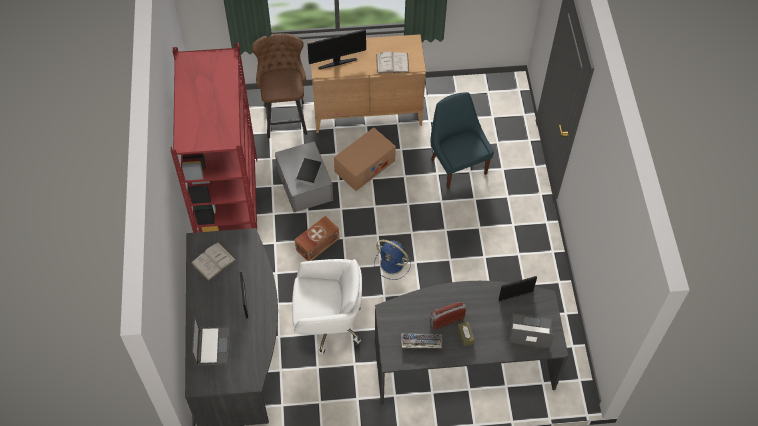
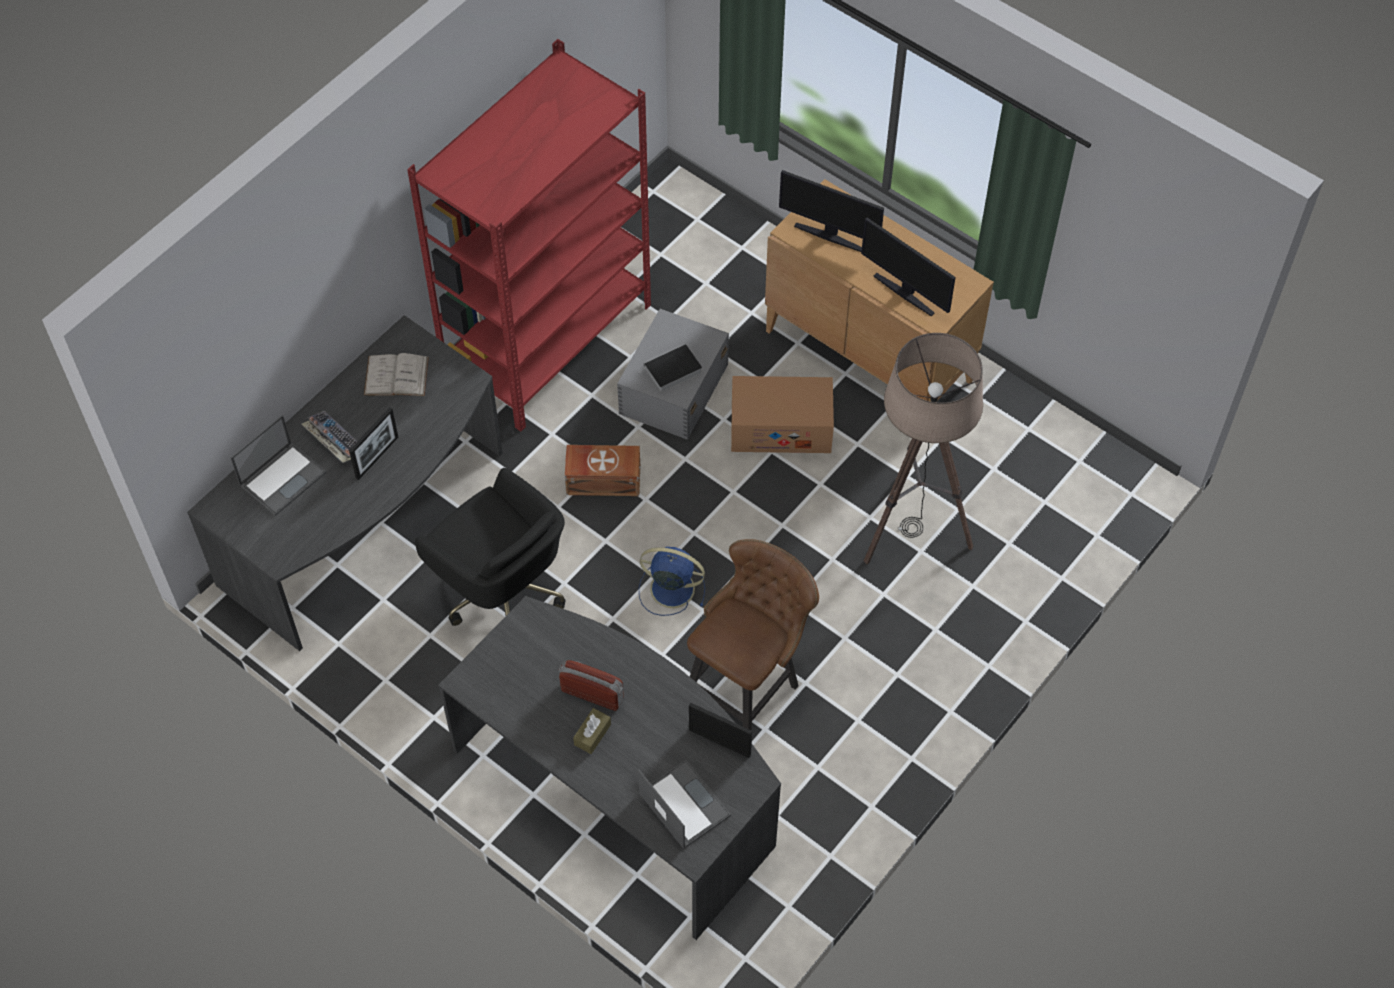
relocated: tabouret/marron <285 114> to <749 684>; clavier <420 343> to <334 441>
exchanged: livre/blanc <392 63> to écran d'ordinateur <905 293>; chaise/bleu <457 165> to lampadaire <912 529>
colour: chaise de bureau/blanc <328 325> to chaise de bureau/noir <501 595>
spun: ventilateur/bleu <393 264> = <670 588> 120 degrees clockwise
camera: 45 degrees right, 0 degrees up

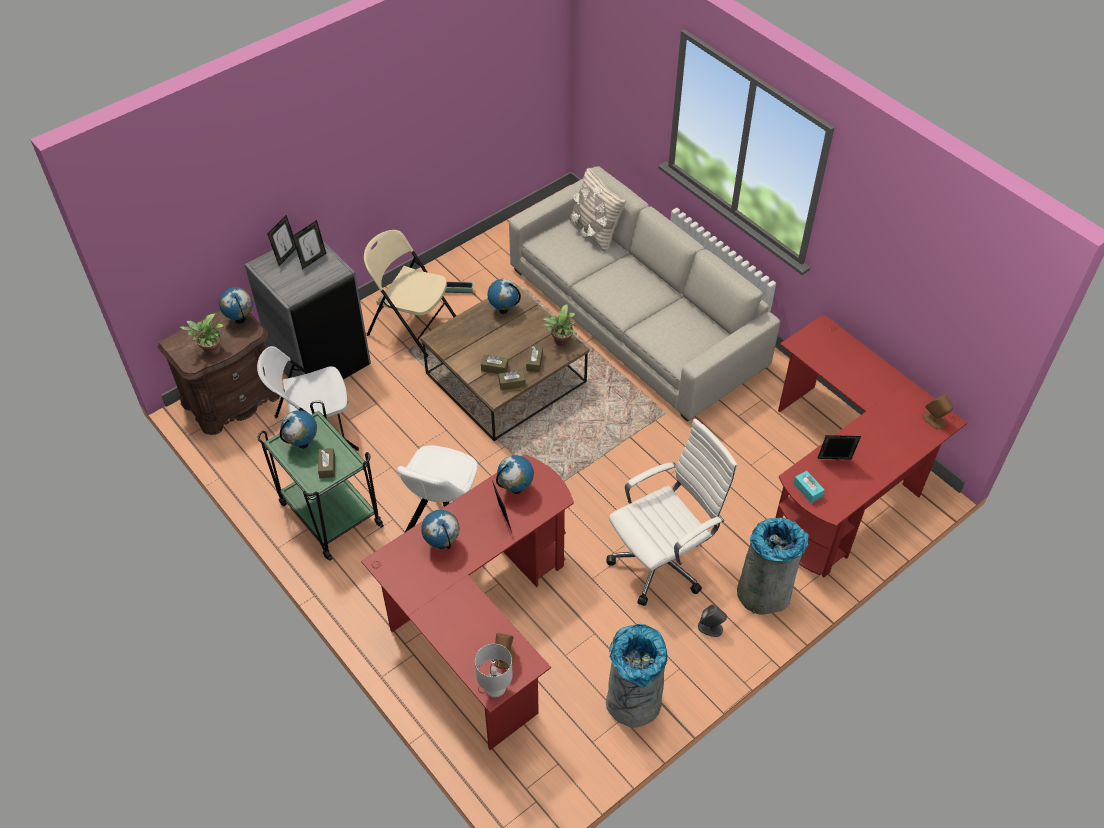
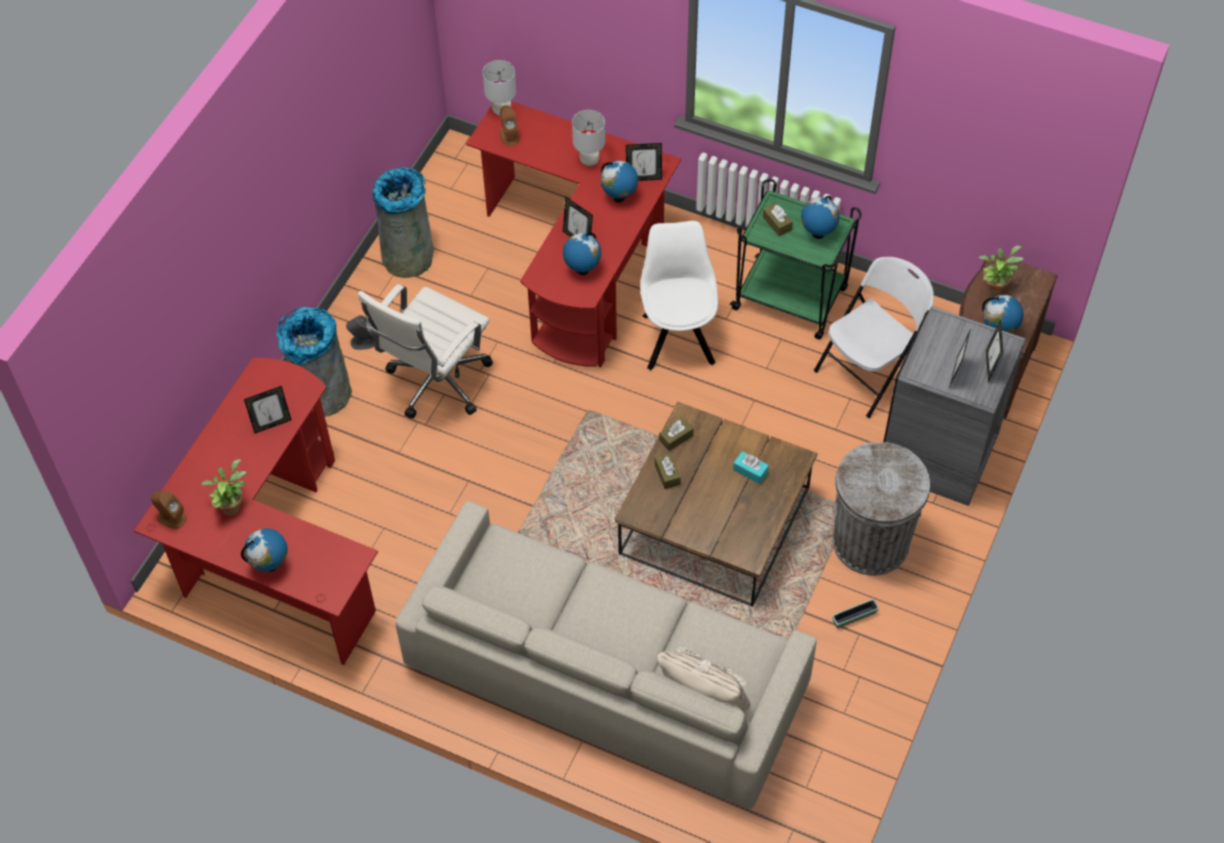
missing: boîte à mouchoirs/marron <494 368>
appeared: lampe de table/gris <589 160>; cadre photo <643 178>
relocated: globe <503 310> to <270 565>; plante en pot <561 342> to <231 505>; boîte à mouchoirs/turquoise <807 490> to <750 471>
exchanged: chaise/beige <412 326> to poubelle/gris <870 542>
camera: 155 degrees right, 5 degrees up

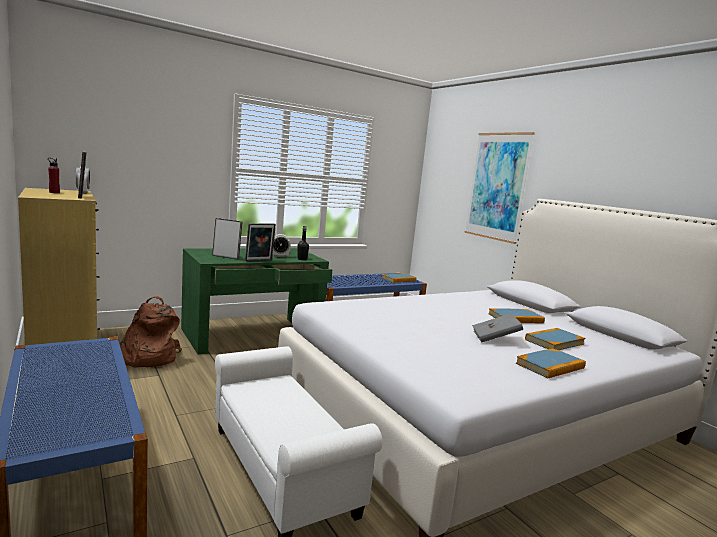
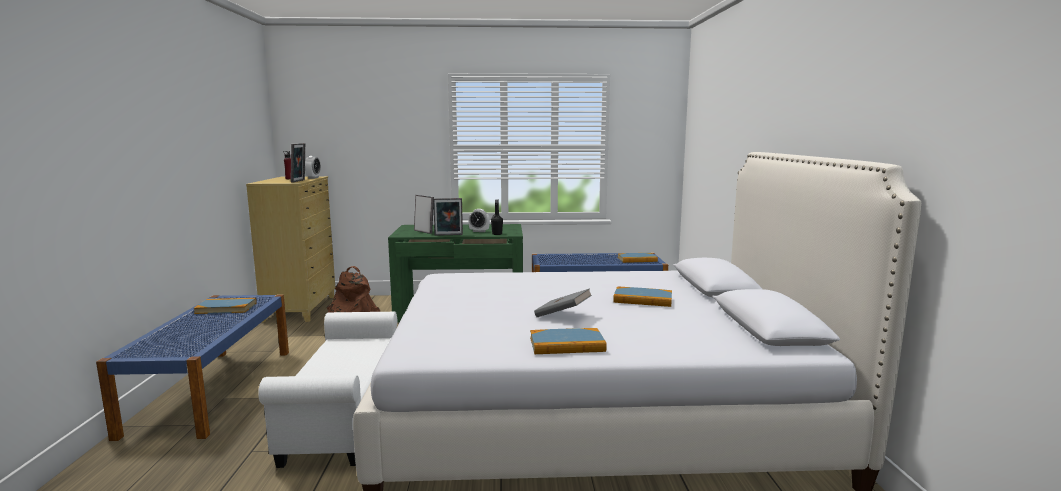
missing: tableau <497 186>
relocated: livre <554 342> to <226 308>
camera: 30 degrees right, 0 degrees up

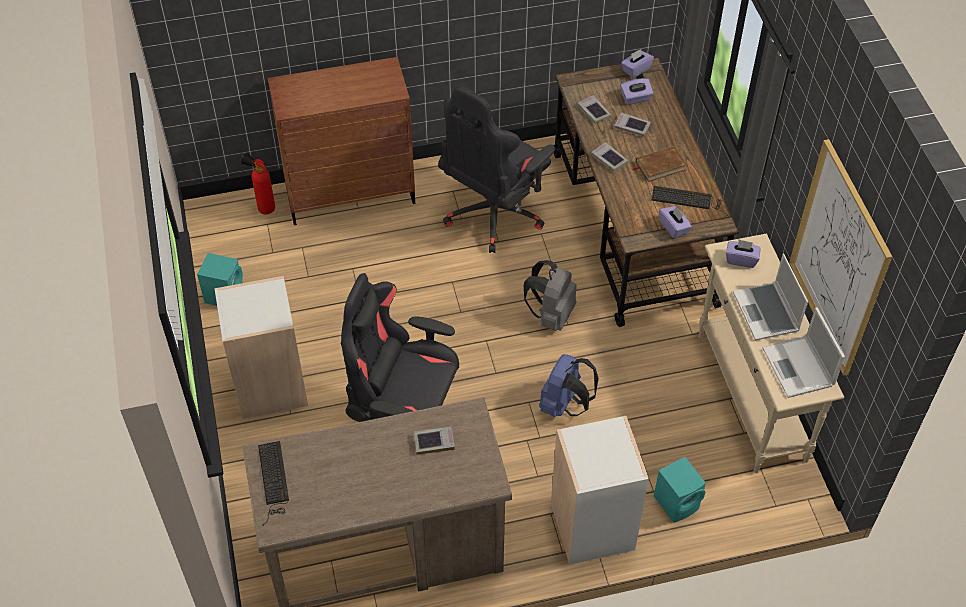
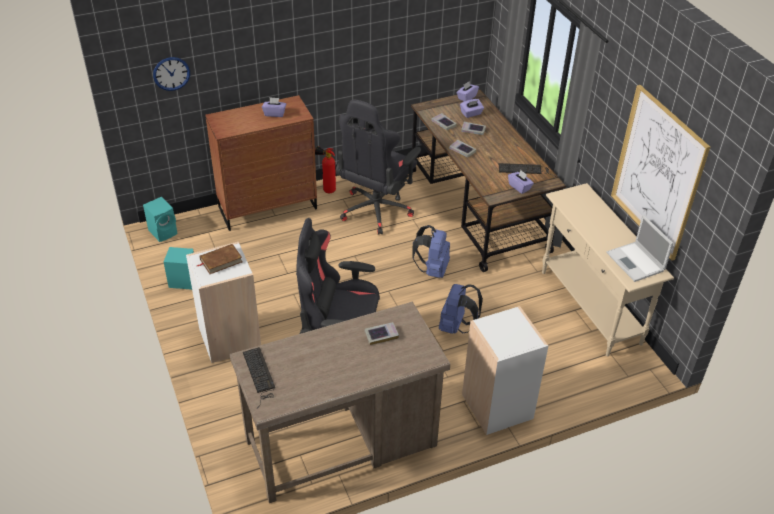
missing: ordinateur portable <767 313>
appeared: horloge murale <171 73>
relocated: extincteur <263 208> to <326 190>; livre/marron <660 166> to <221 261>; enceinte/turquoise <677 502> to <164 232>; boîte à mouchoirs/violet <741 259> to <274 113>
colour: sac à dos/gris <551 315> to sac à dos/bleu <432 269>
camera: 10 degrees left, 10 degrees down

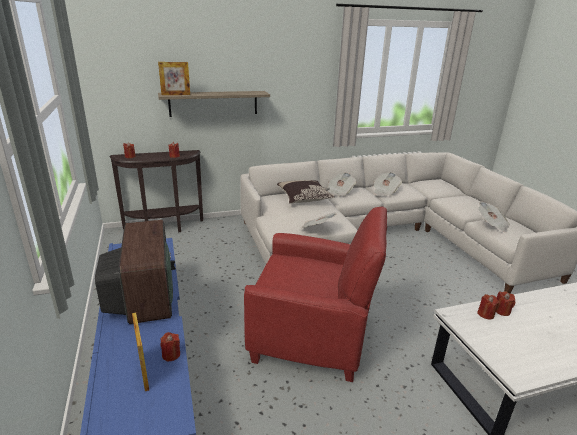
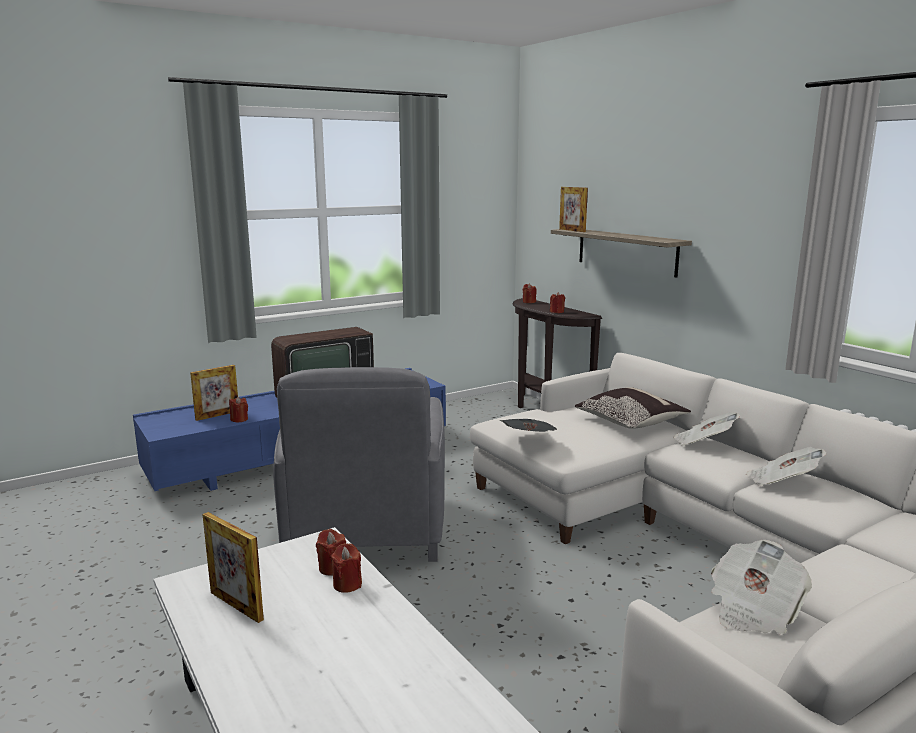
appeared: cadre photo <236 606>
colour: fauteuil/rouge <312 335> to fauteuil/gris <366 530>
camera: 75 degrees right, 10 degrees down

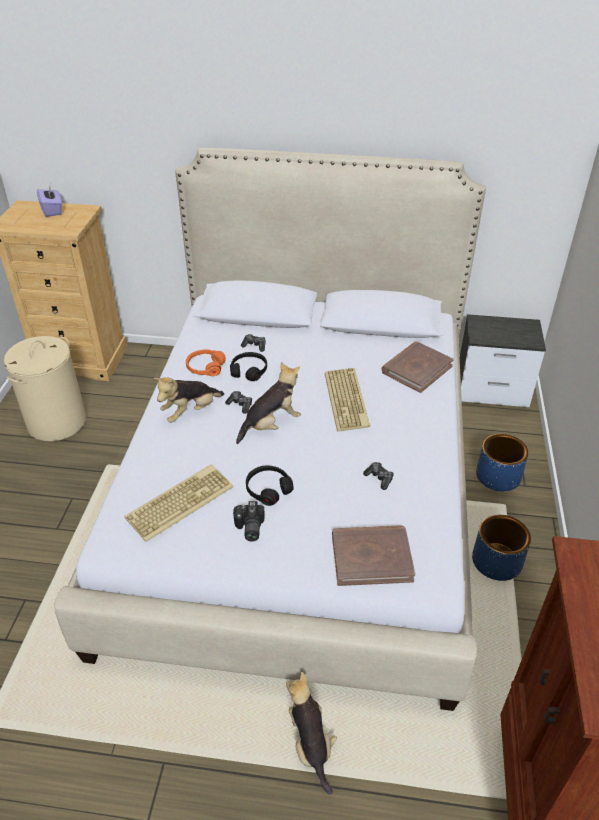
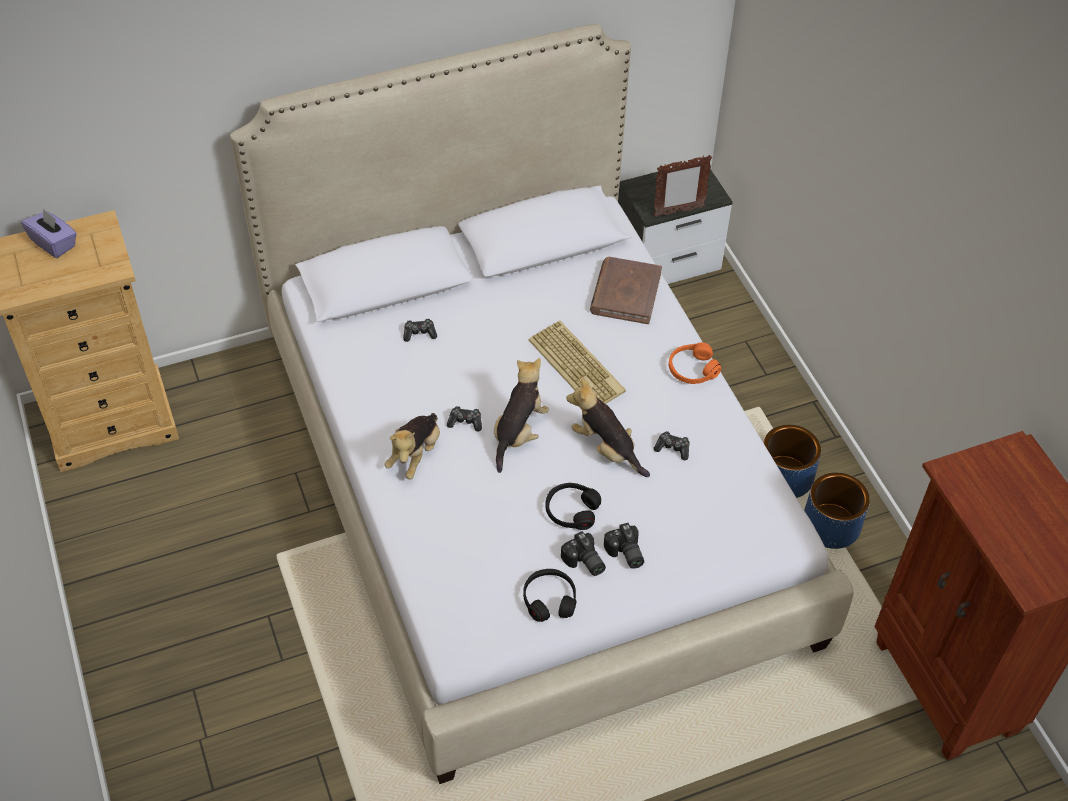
missing: panier à linge/beige <56 422>; clavier <180 501>; livre/marron <371 557>
appeared: appareil photo <624 554>; cadre photo <678 212>
relocated: casque audio/orange <205 367> to <692 369>; casque audio/noir <249 370> to <549 599>; peluche <310 744> to <606 448>; cache-pot/bleu <498 476> to <831 525>
camera: 30 degrees left, 10 degrees up

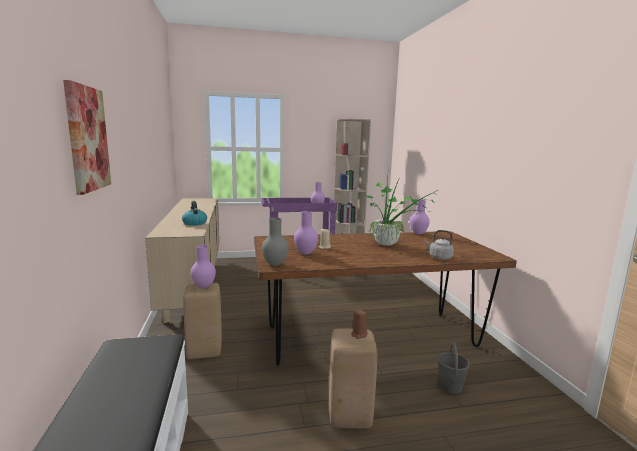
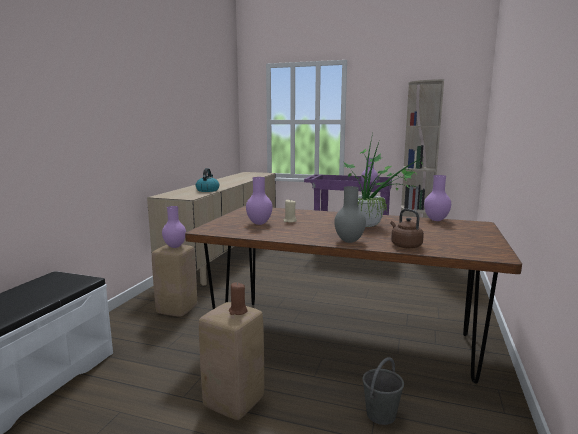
missing: tableau <87 139>
relocated: vase/gris <275 264> to <350 241>
colour: bouilloire/gris <439 257> to bouilloire/marron <405 245>
camera: 30 degrees right, 0 degrees up

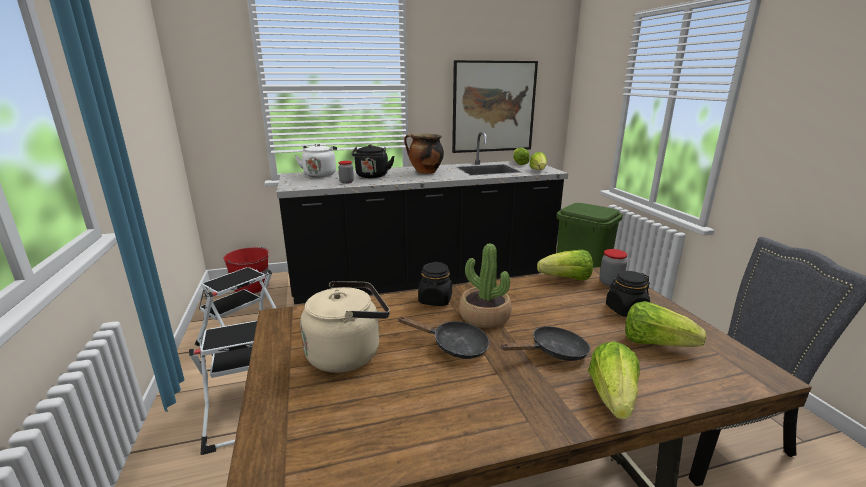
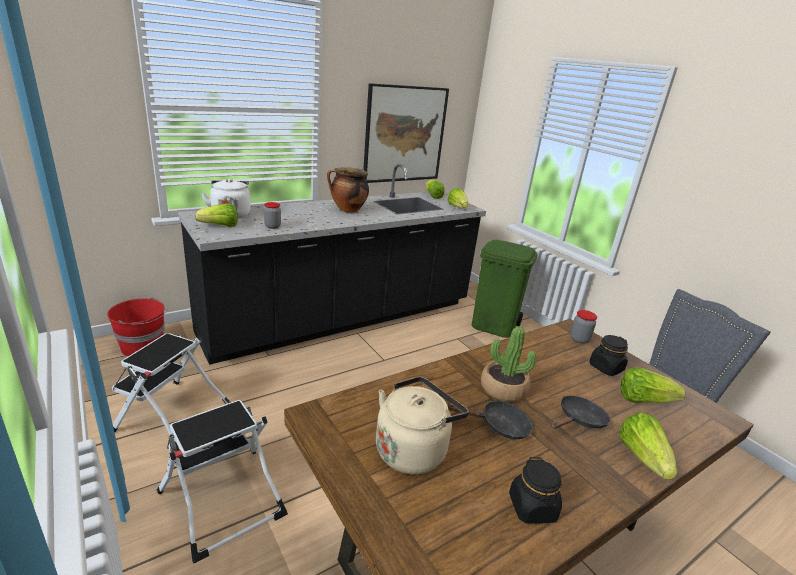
missing: bouilloire/noir <372 176>
relocated: bocal/noir <435 300> to <532 508>; laitue <566 279> to <220 226>
camera: 20 degrees left, 5 degrees up

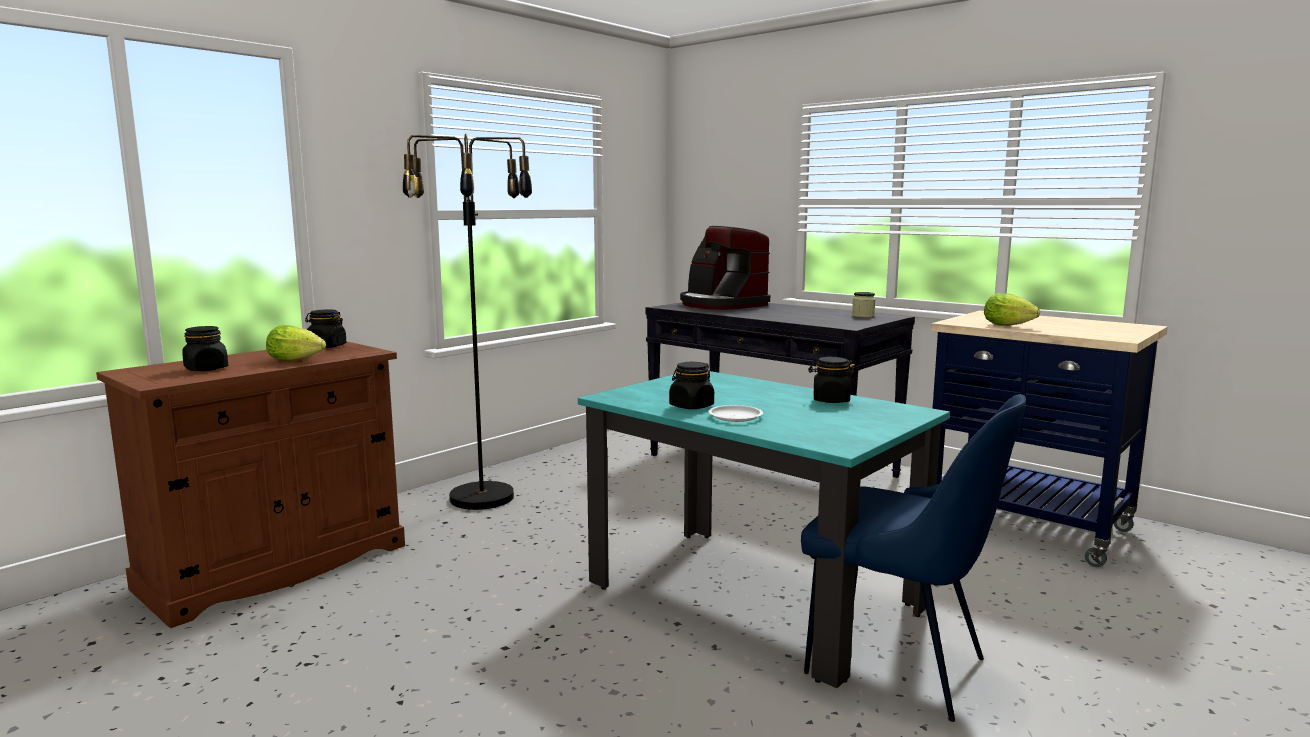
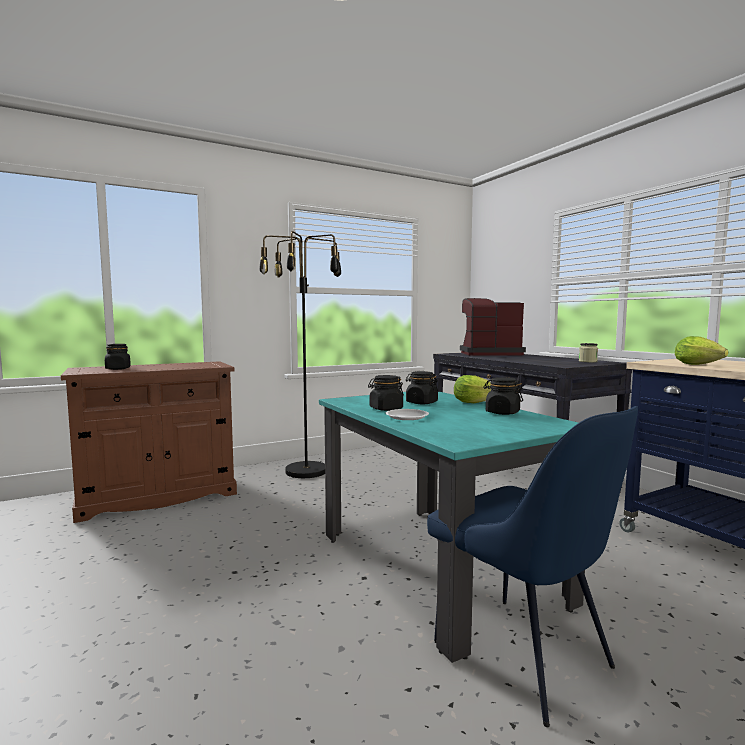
relocated: laitue <298 361> to <476 403>; bocal/noir <326 346> to <421 403>
spun: machine à café <721 305> = <489 354> 105 degrees clockwise
camera: 20 degrees right, 5 degrees down

